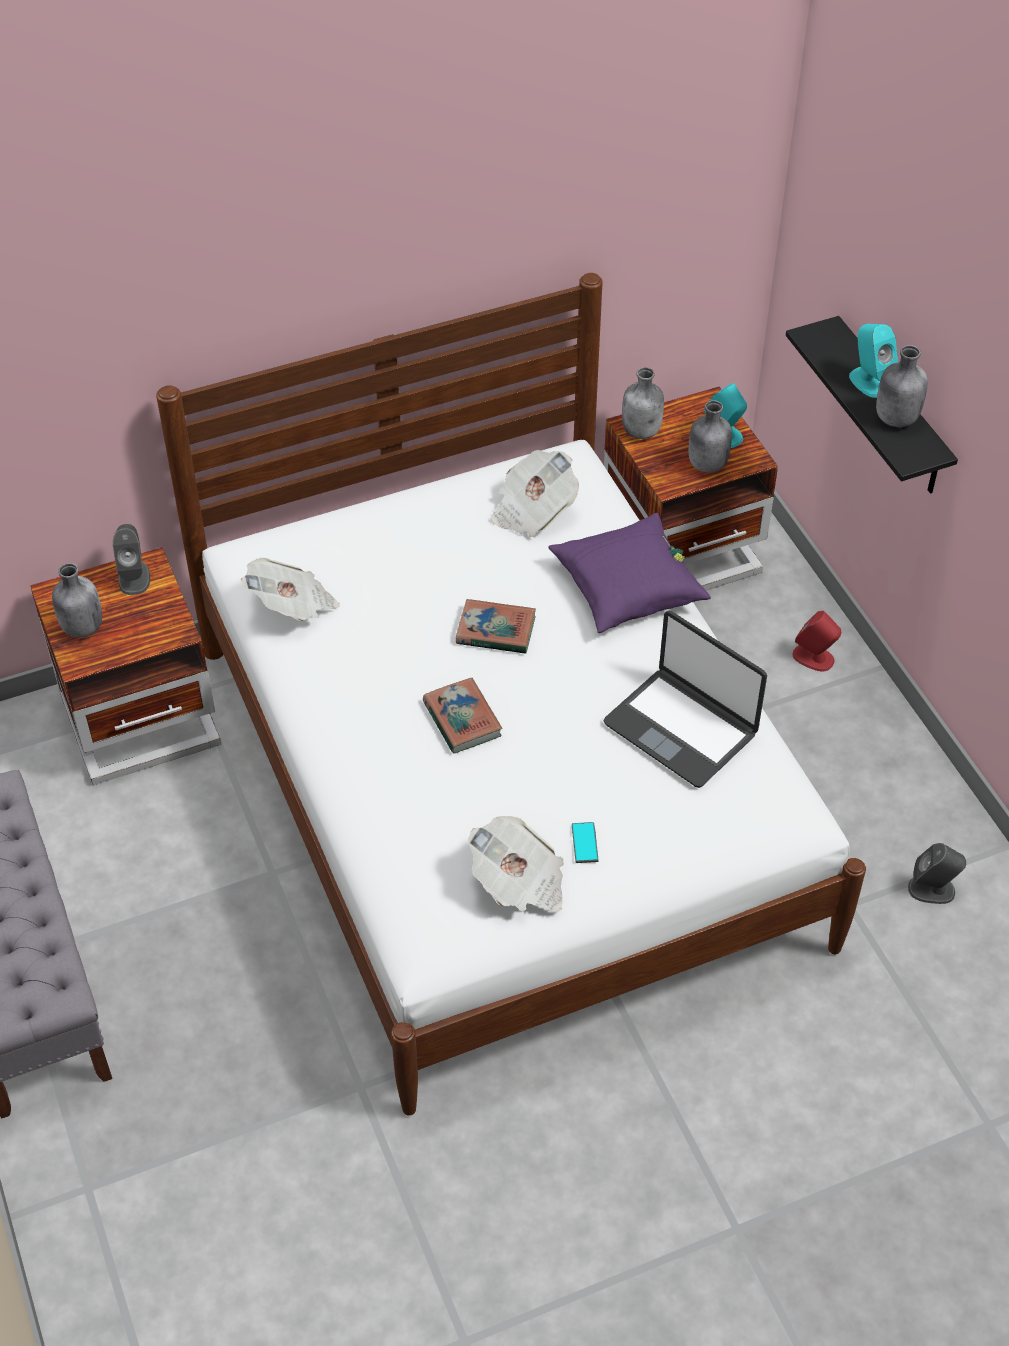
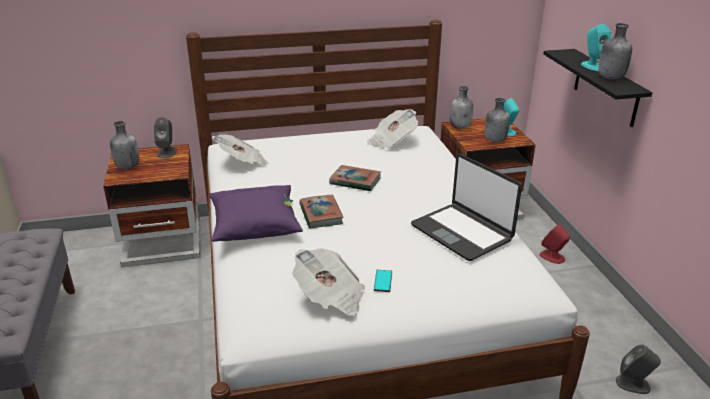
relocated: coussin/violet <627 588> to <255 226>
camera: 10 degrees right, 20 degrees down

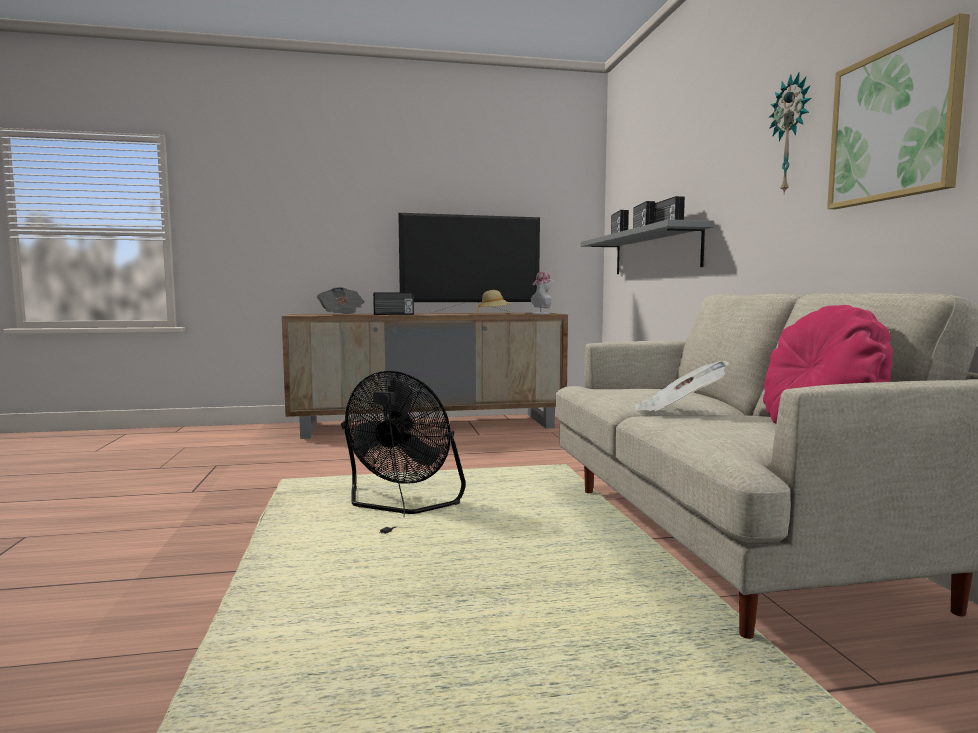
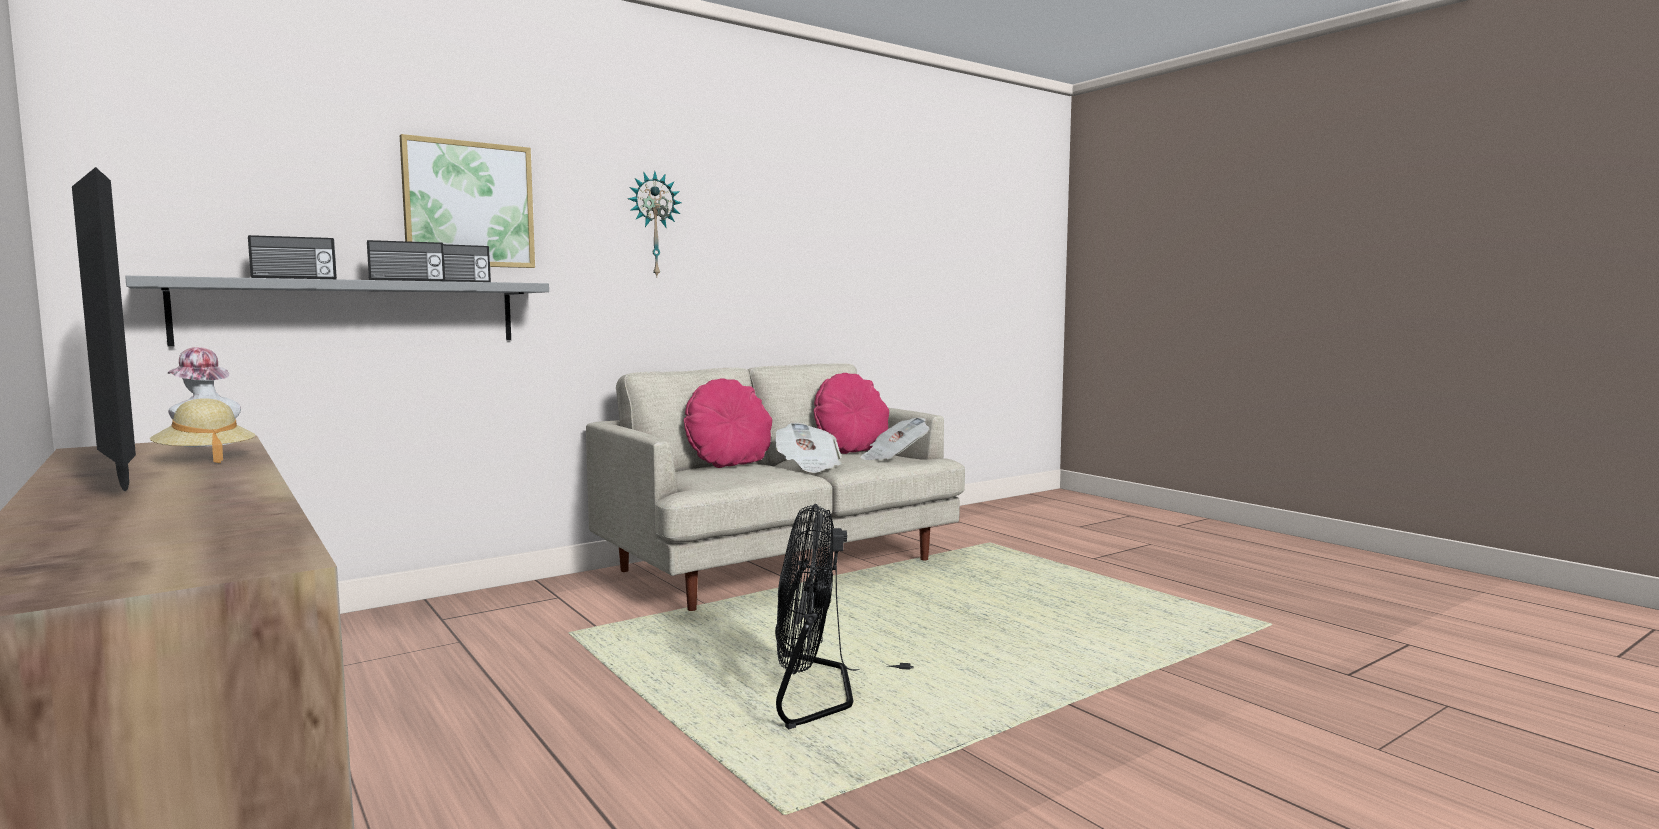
missing: radio <393 314>
appeared: coussin/rose <729 465>
relocated: journal <342 314> to <894 457>; tableau <894 124> to <469 204>
camera: 115 degrees left, 0 degrees up

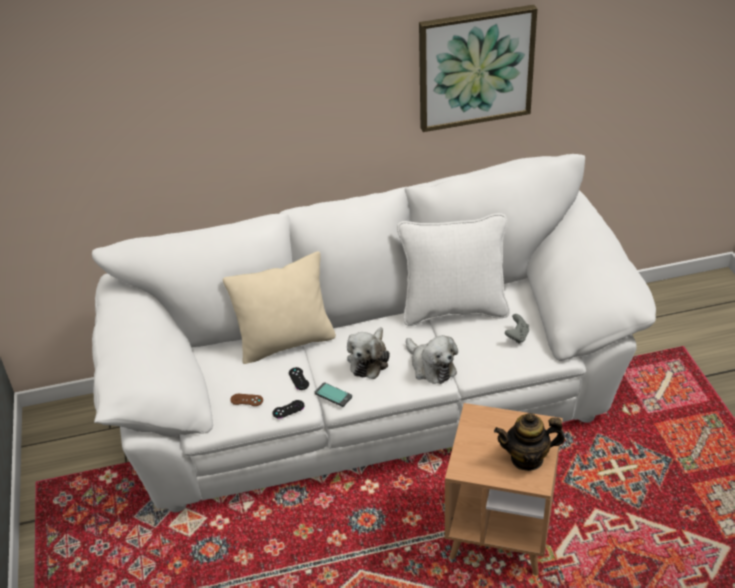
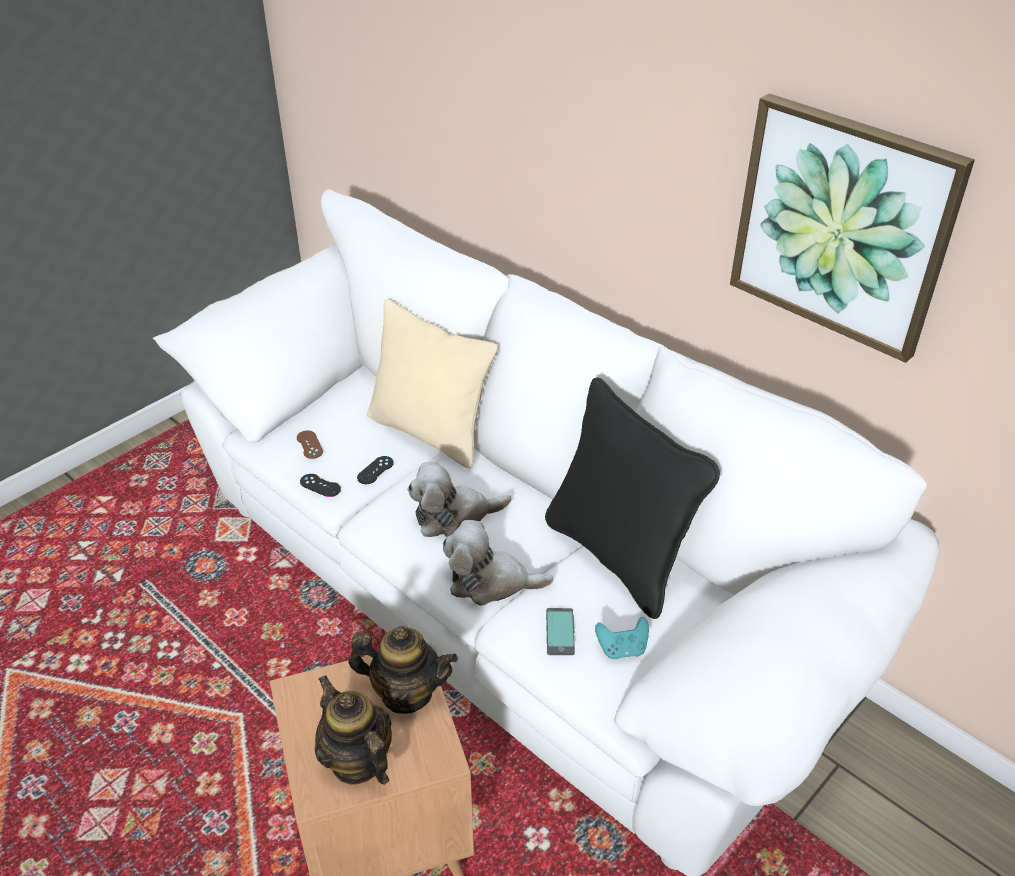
appeared: théière <406 693>
relocated: téléphone <333 395> to <560 632>
colour: coussin/blanc <454 310> to coussin/noir <618 556>; manette/gris <517 336> to manette/turquoise <622 649>
spun: peluche <431 366> = <490 582> 75 degrees clockwise
camera: 55 degrees right, 0 degrees up

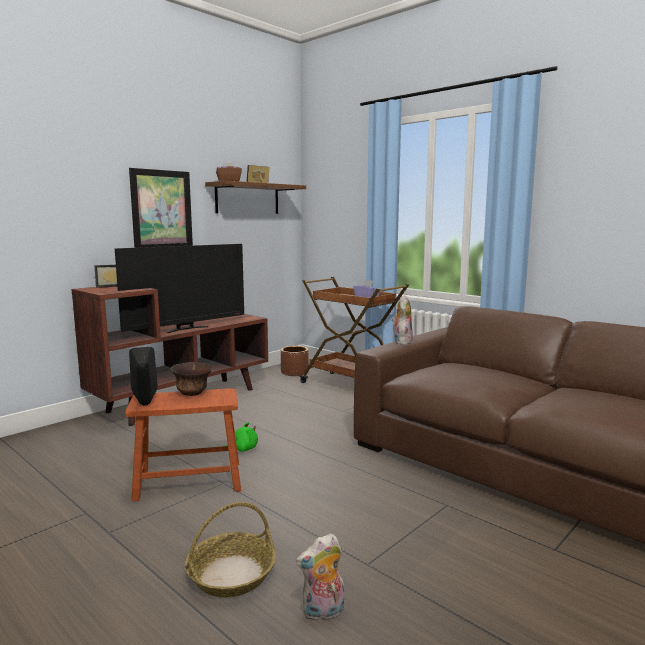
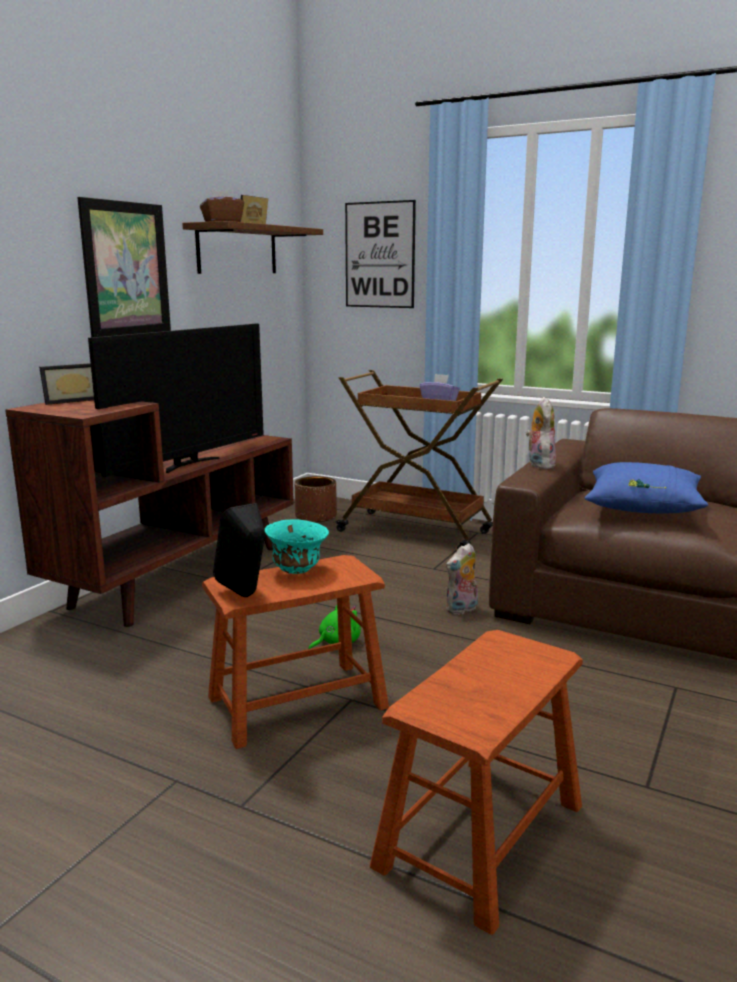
appeared: tableau <380 255>; coussin/bleu <642 508>
relocated: peluche <323 613> to <462 610>
exchanged: panier <232 574> to tabouret/marron <481 835>
colour: bol/marron <192 394> to bol/turquoise <297 570>
camera: 15 degrees left, 5 degrees up

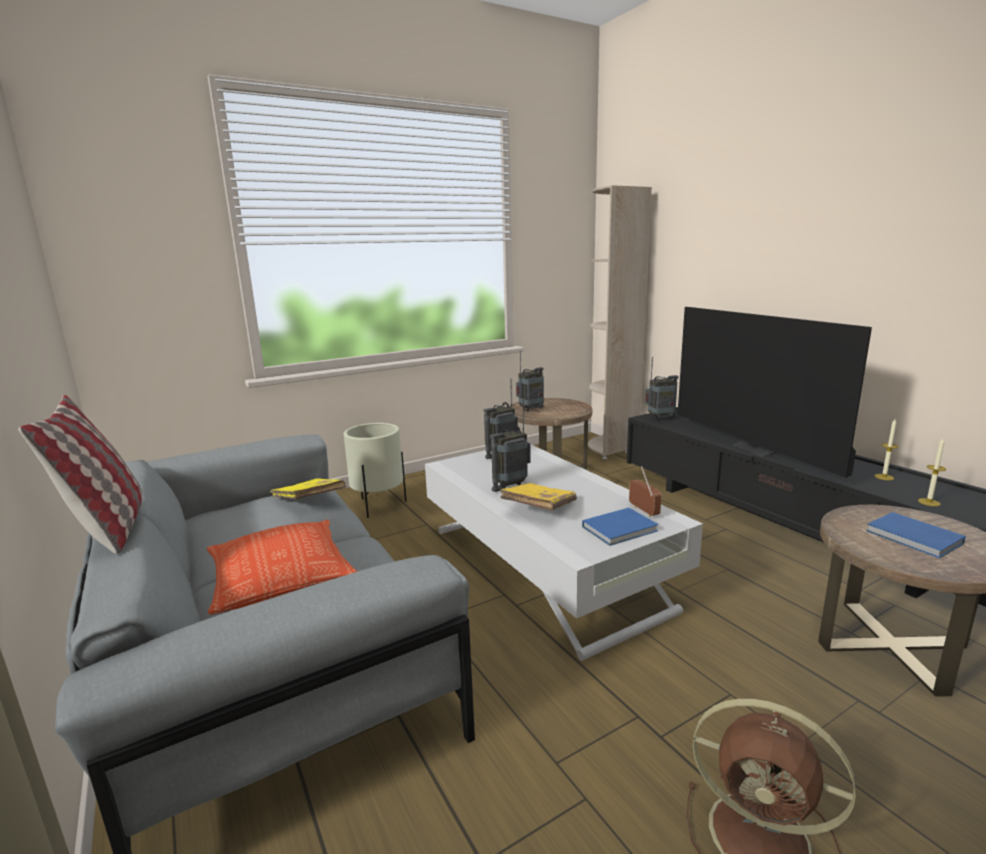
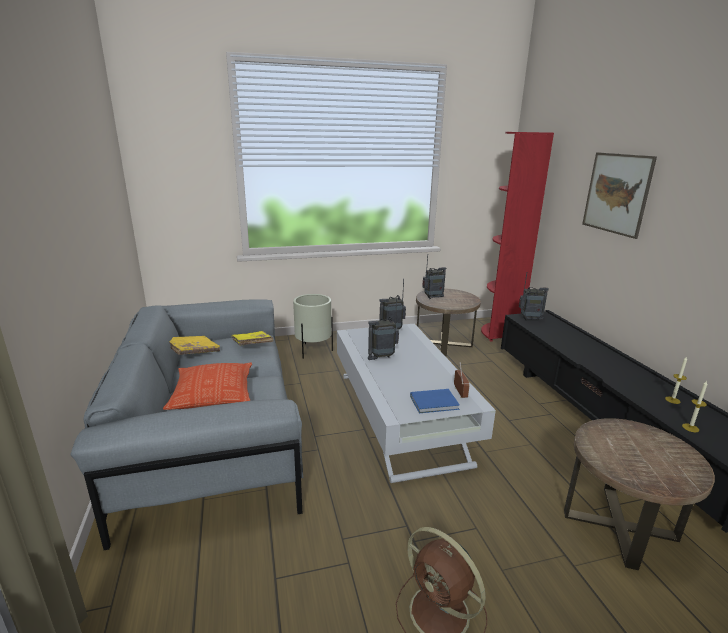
missing: coussin <109 528>; téléviseur <757 449>; livre/bleu <915 538>
appeared: tableau <616 193>
relocated: livre/jaune <539 508> to <192 352>
colour: bibliothèque/beige <608 451> to bibliothèque/rouge <497 335>
camera: 15 degrees right, 5 degrees up

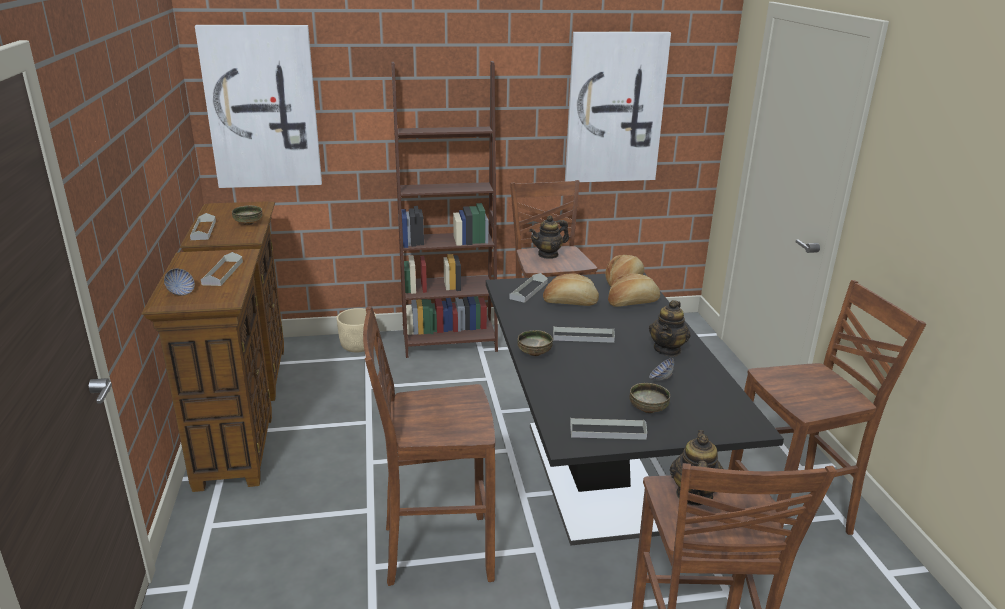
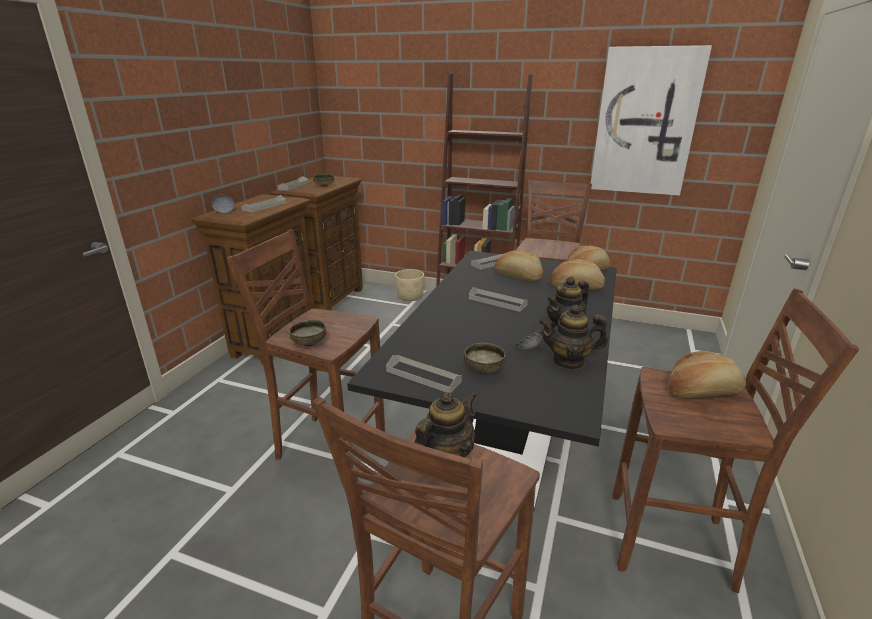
missing: tableau <262 108>
appeared: pain <702 391>
relocated: bol <535 353> to <309 343>; théière <548 255> to <568 361>
camera: 30 degrees right, 0 degrees up

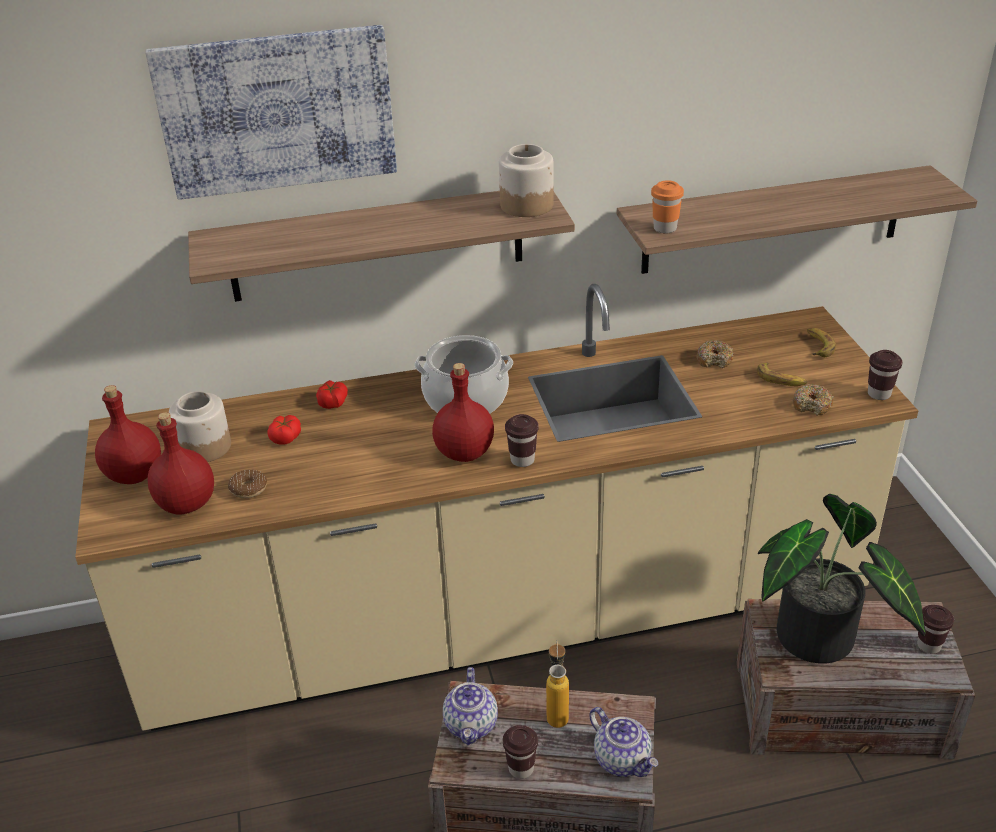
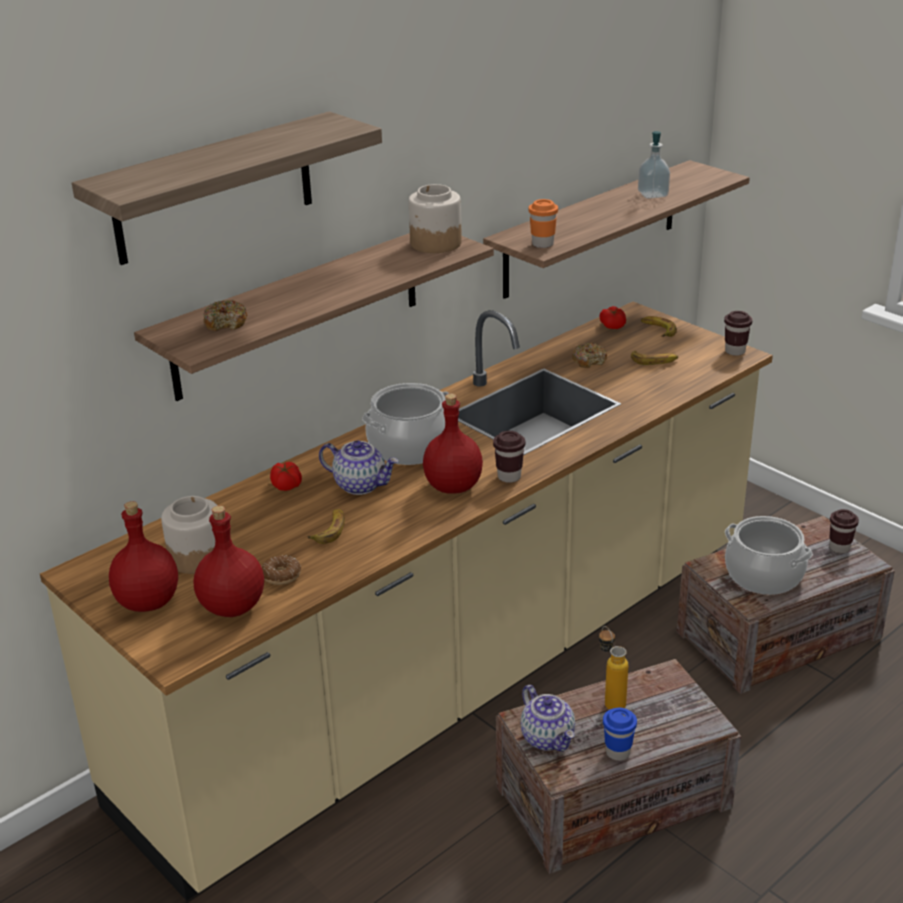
appeared: banane <330 530>; distributeur de savon <653 194>
relocated: tomate <286 437> to <612 325>; théière <623 760> to <361 485>; beignet <812 405> to <226 323>
exchanged: tableau <277 111> to étagère <214 188>; plante en pot <819 644> to marmite <764 575>
colour: tasse/marron <521 768> to tasse/bleu <618 752>
camera: 30 degrees left, 5 degrees down

